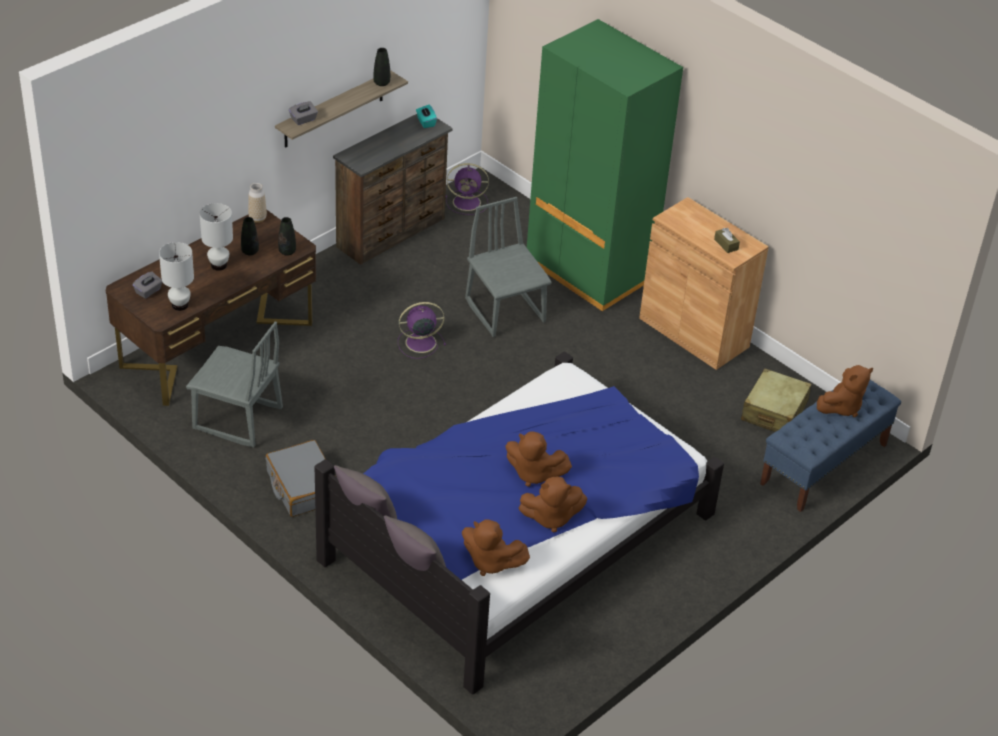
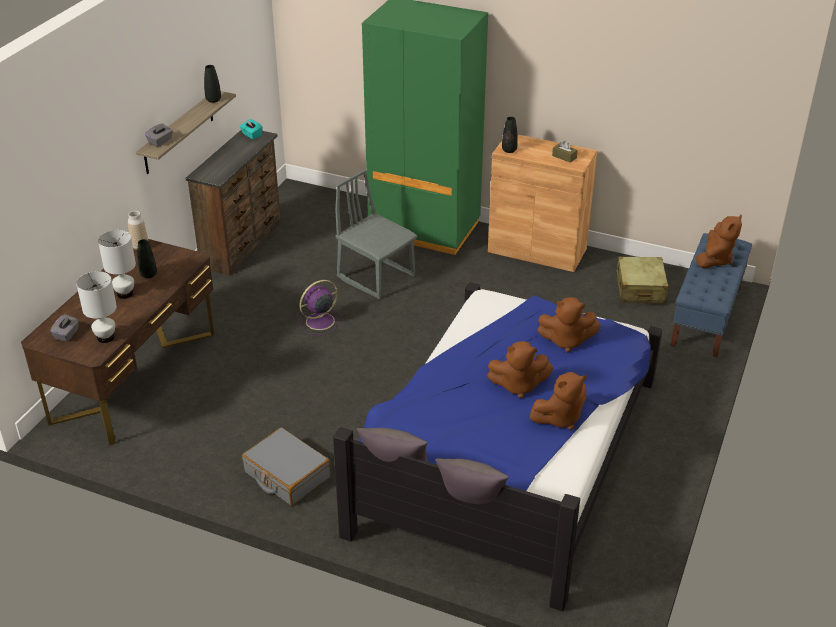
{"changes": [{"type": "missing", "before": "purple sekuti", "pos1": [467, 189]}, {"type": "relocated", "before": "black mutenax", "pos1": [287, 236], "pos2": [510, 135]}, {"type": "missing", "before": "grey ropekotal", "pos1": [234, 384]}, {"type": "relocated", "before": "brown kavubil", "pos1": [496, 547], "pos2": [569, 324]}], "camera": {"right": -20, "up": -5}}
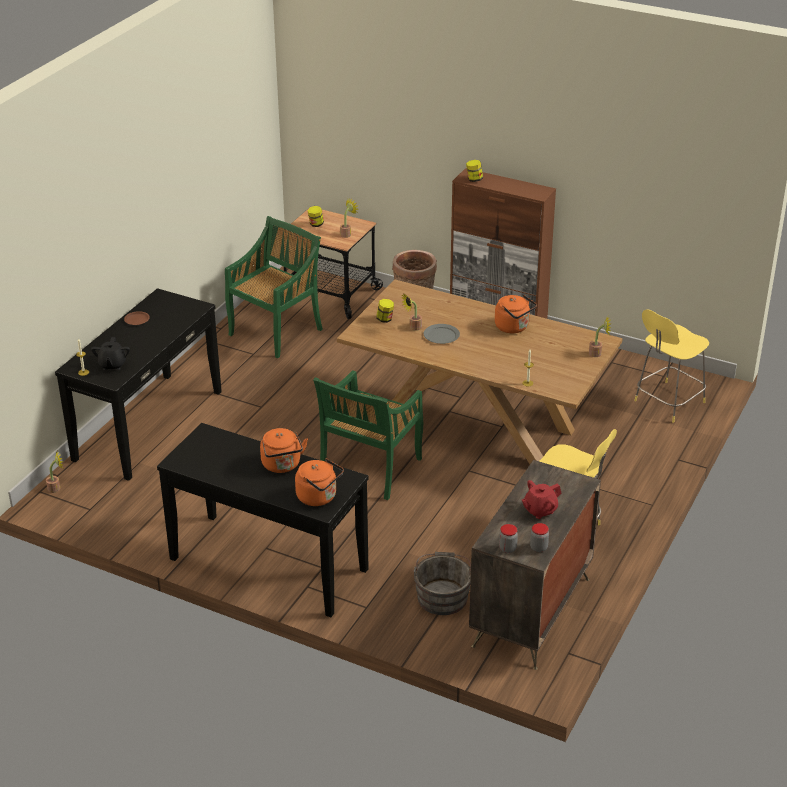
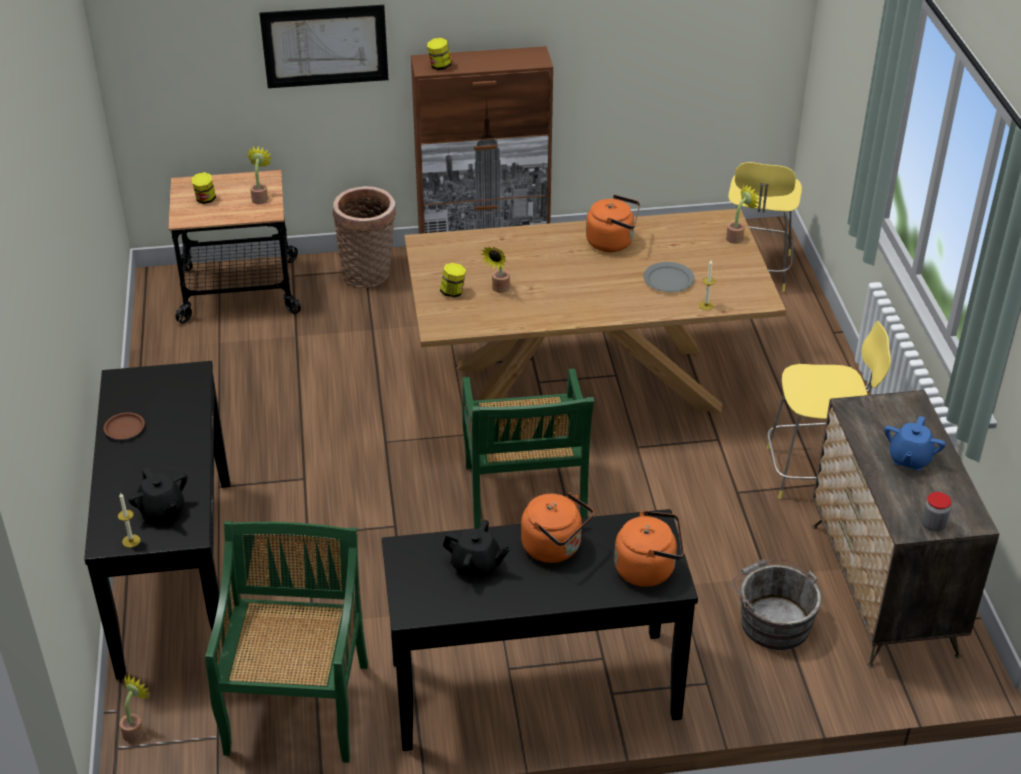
{"changes": [{"type": "relocated", "before": "green ropekotal", "pos1": [274, 287], "pos2": [286, 642]}, {"type": "relocated", "before": "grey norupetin", "pos1": [442, 334], "pos2": [669, 277]}, {"type": "colour", "before": "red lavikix", "after": "blue lavikix", "pos1": [541, 499], "pos2": [915, 443]}, {"type": "missing", "before": "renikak", "pos1": [539, 537]}, {"type": "appeared", "after": "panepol", "pos2": [323, 46]}, {"type": "appeared", "after": "black lavikix", "pos2": [476, 549]}], "camera": {"right": -35, "up": 5}}
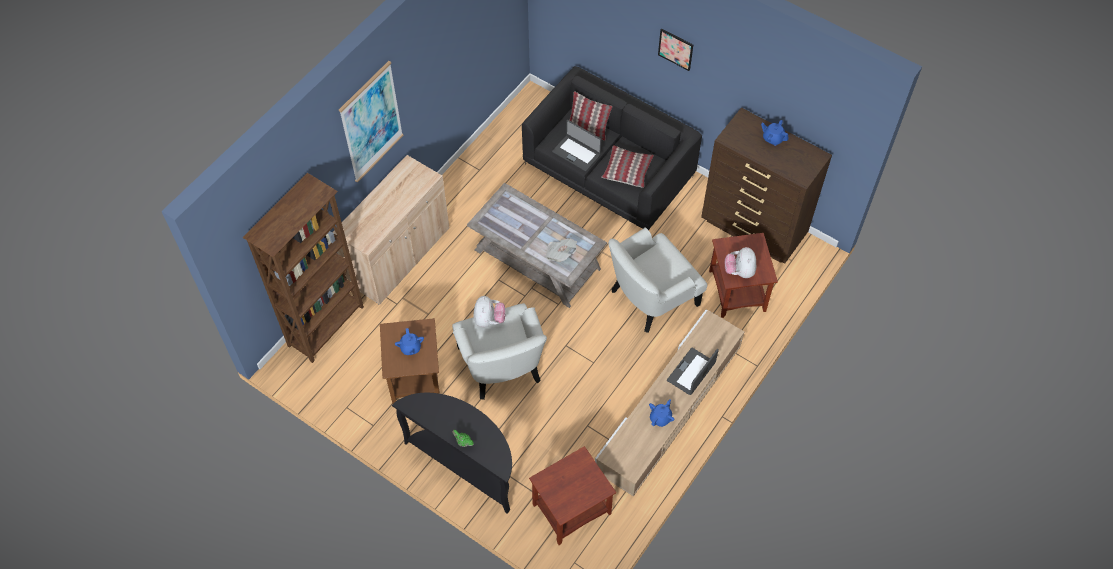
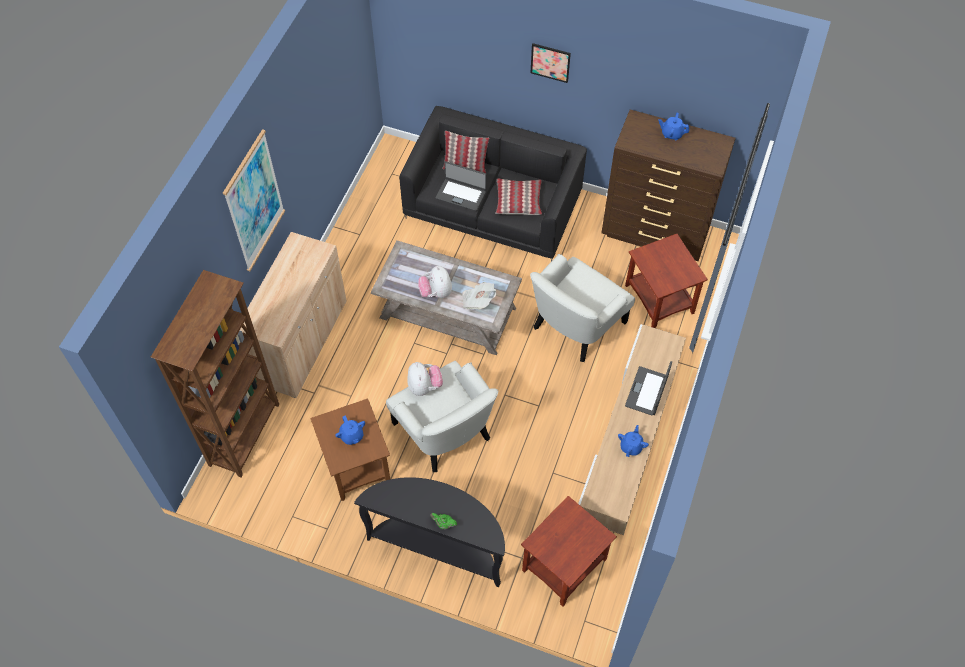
{"changes": [{"type": "relocated", "before": "kavubil", "pos1": [740, 262], "pos2": [435, 282]}], "camera": {"right": -15, "up": 0}}
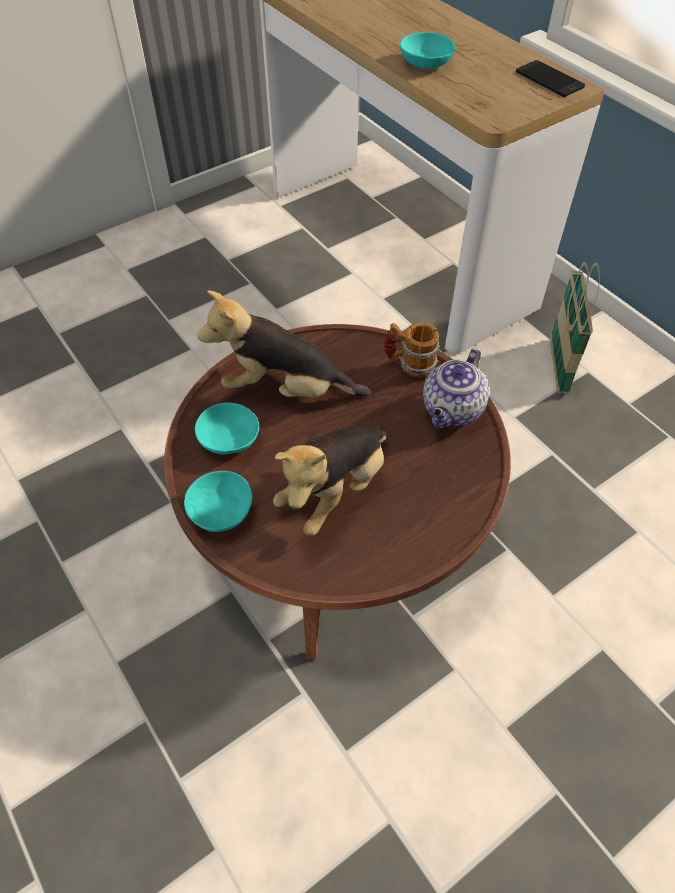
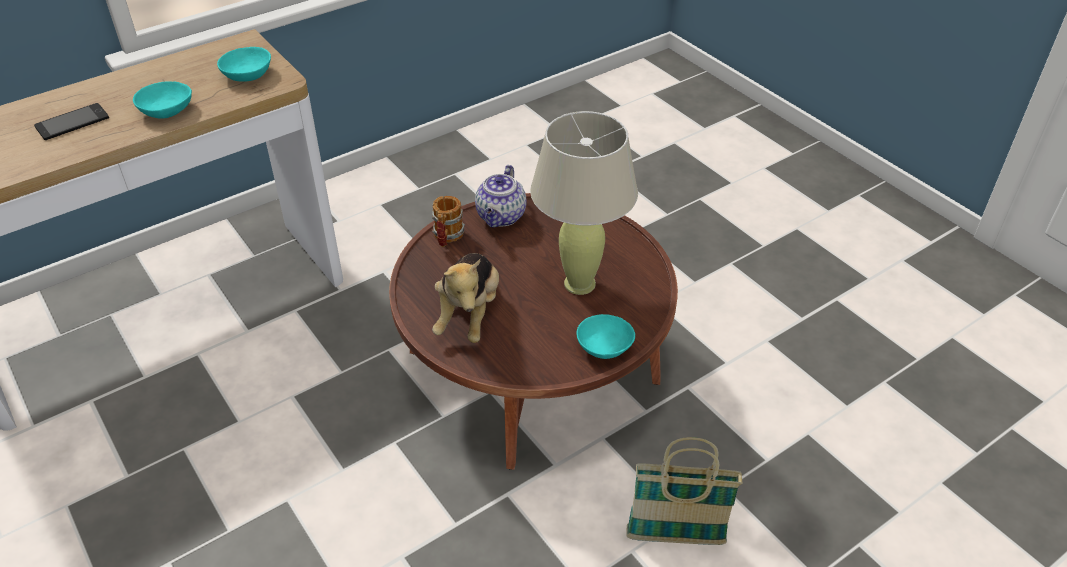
{"changes": [{"type": "relocated", "before": "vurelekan", "pos1": [550, 78], "pos2": [71, 121]}, {"type": "relocated", "before": "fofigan", "pos1": [575, 328], "pos2": [684, 491]}, {"type": "spun", "before": "lavikix", "pos1": [456, 388], "pos2": [500, 196], "turn": 75}, {"type": "relocated", "before": "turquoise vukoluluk", "pos1": [227, 429], "pos2": [244, 64]}, {"type": "exchanged", "before": "kavubil", "after": "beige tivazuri", "pos1": [330, 481], "pos2": [584, 203]}], "camera": {"right": -90, "up": -10}}
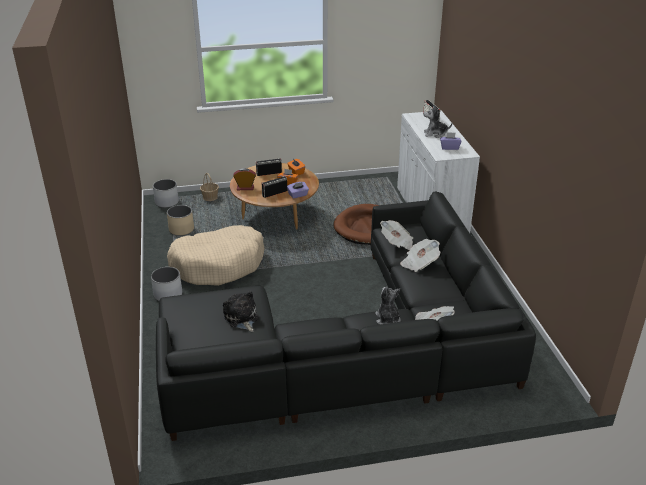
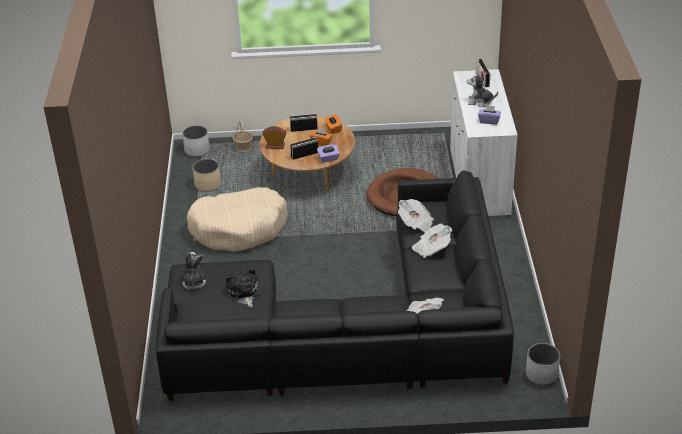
{"changes": [{"type": "relocated", "before": "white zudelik", "pos1": [166, 284], "pos2": [543, 364]}, {"type": "relocated", "before": "kavubil", "pos1": [388, 306], "pos2": [194, 270]}], "camera": {"right": 10, "up": 5}}
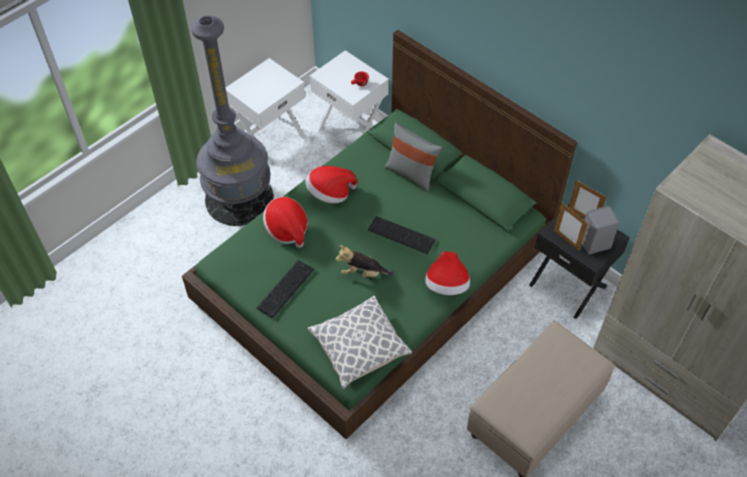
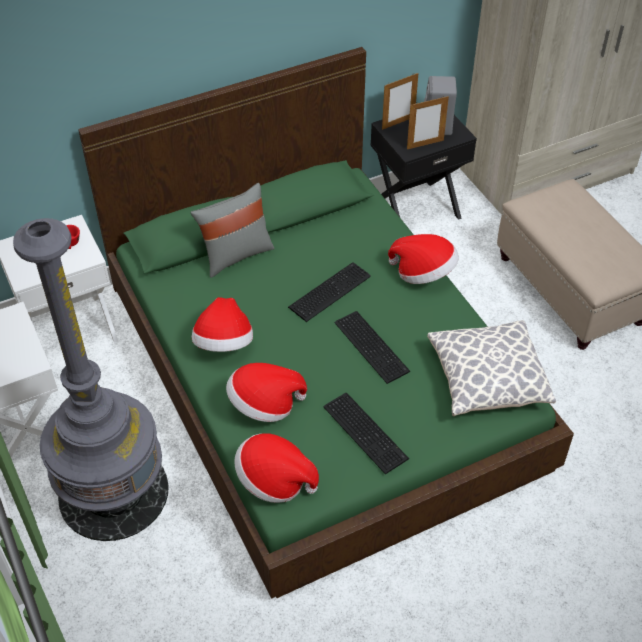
{"changes": [{"type": "exchanged", "before": "kavubil", "after": "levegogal", "pos1": [364, 261], "pos2": [372, 347]}, {"type": "appeared", "after": "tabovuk", "pos2": [276, 468]}], "camera": {"right": -70, "up": -5}}
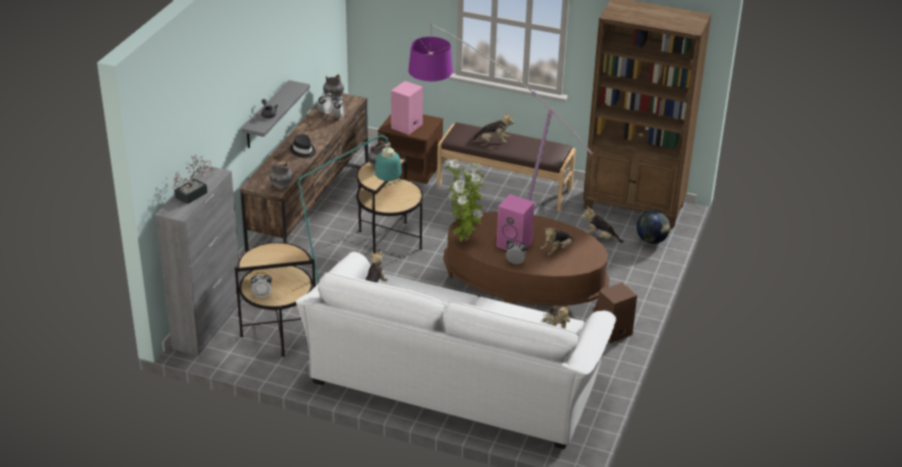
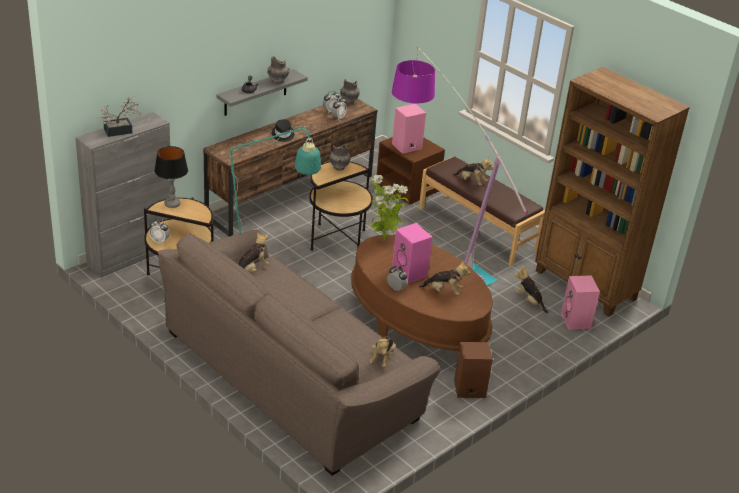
{"changes": [{"type": "relocated", "before": "grey mutenax", "pos1": [281, 176], "pos2": [278, 70]}, {"type": "missing", "before": "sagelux", "pos1": [466, 207]}, {"type": "exchanged", "before": "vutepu", "after": "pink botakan", "pos1": [653, 227], "pos2": [580, 302]}, {"type": "spun", "before": "kavubil", "pos1": [557, 242], "pos2": [444, 277], "turn": -150}, {"type": "colour", "before": "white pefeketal", "after": "brown pefeketal", "pos1": [456, 350], "pos2": [299, 353]}, {"type": "appeared", "after": "tivazuri", "pos2": [171, 177]}], "camera": {"right": 25, "up": 0}}
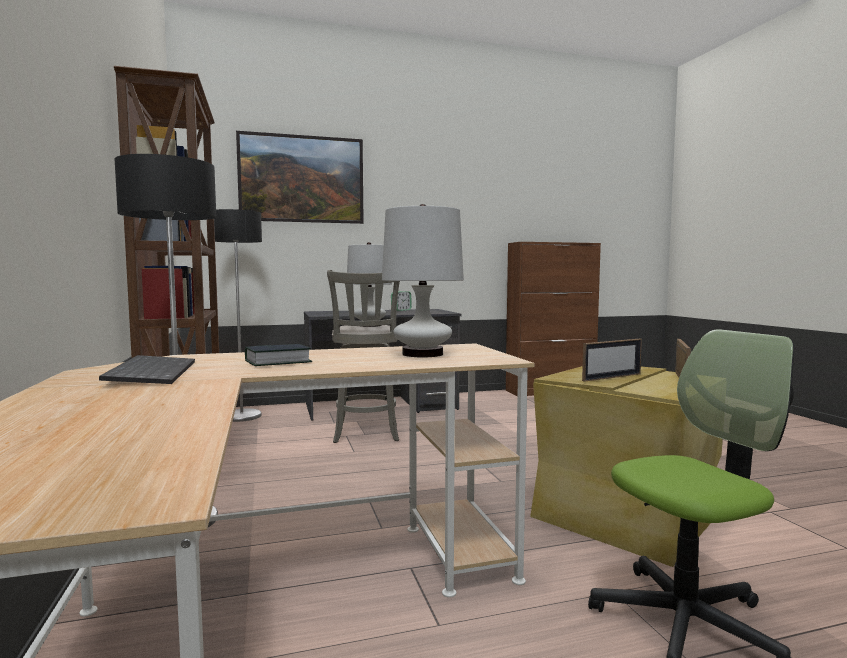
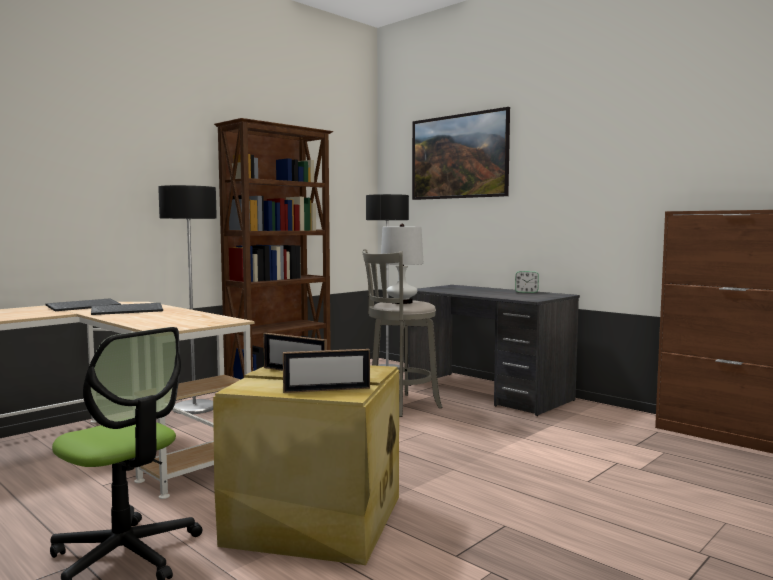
{"changes": [{"type": "missing", "before": "white tivazuri", "pos1": [423, 280]}, {"type": "exchanged", "before": "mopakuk", "after": "levegogal", "pos1": [278, 355], "pos2": [127, 309]}], "camera": {"right": 60, "up": 0}}
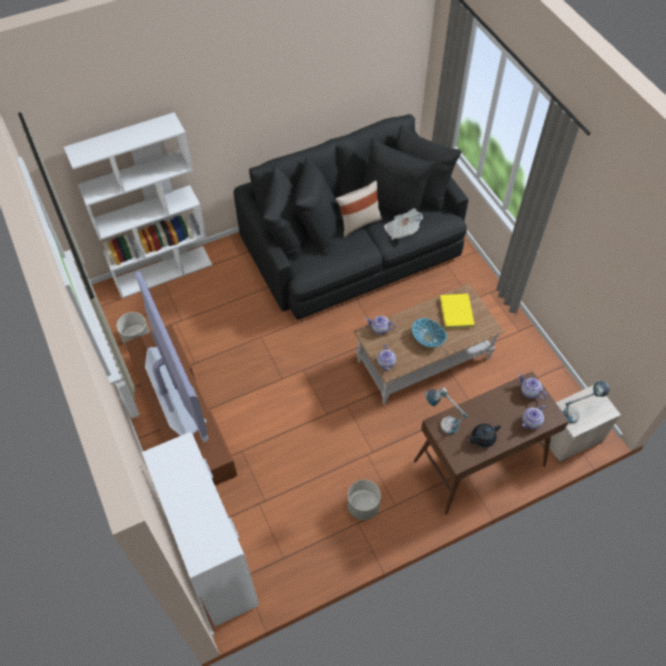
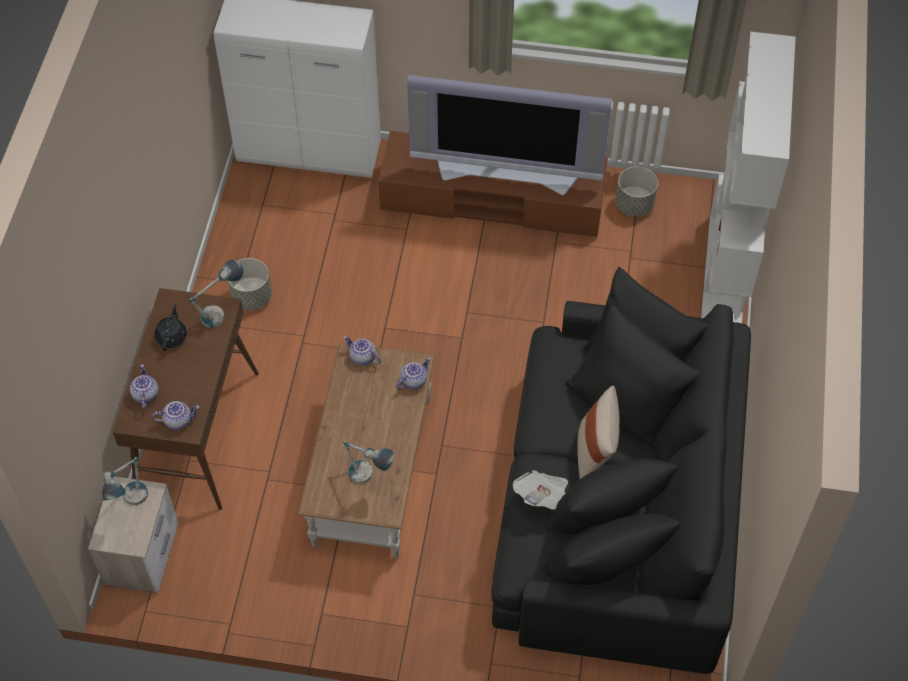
{"changes": [{"type": "exchanged", "before": "yellow mopakuk", "after": "tivazuri", "pos1": [457, 311], "pos2": [368, 462]}, {"type": "missing", "before": "vukoluluk", "pos1": [429, 332]}], "camera": {"right": 125, "up": 0}}
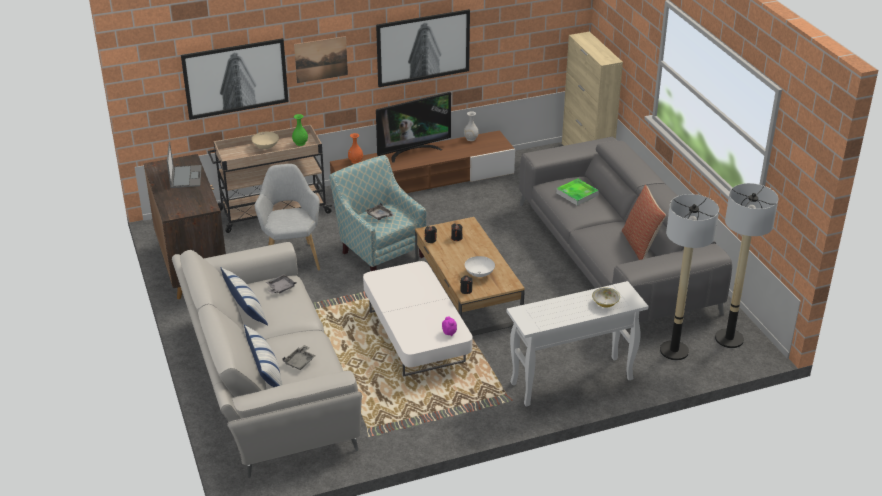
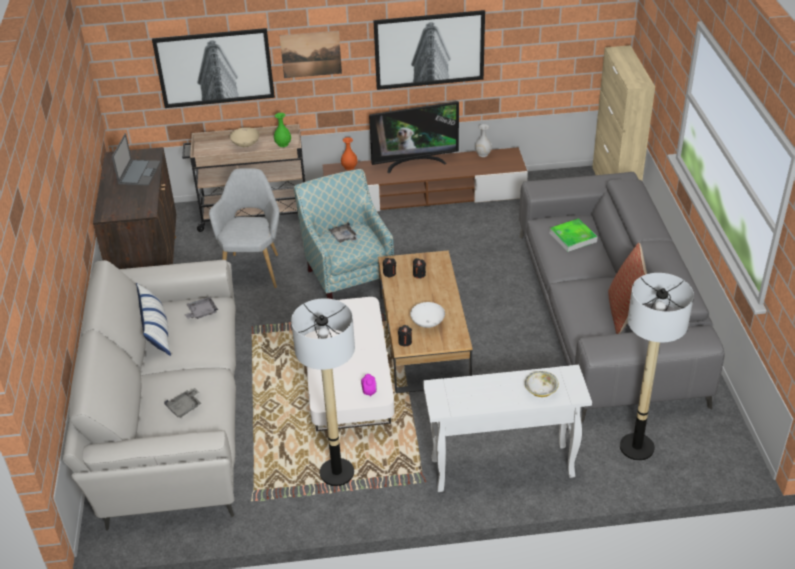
{"changes": [{"type": "relocated", "before": "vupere", "pos1": [746, 265], "pos2": [323, 392]}, {"type": "missing", "before": "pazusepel", "pos1": [263, 356]}], "camera": {"right": 15, "up": 5}}
